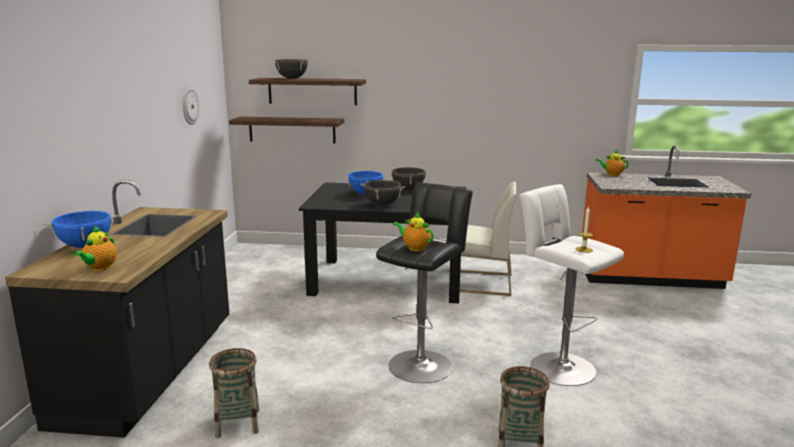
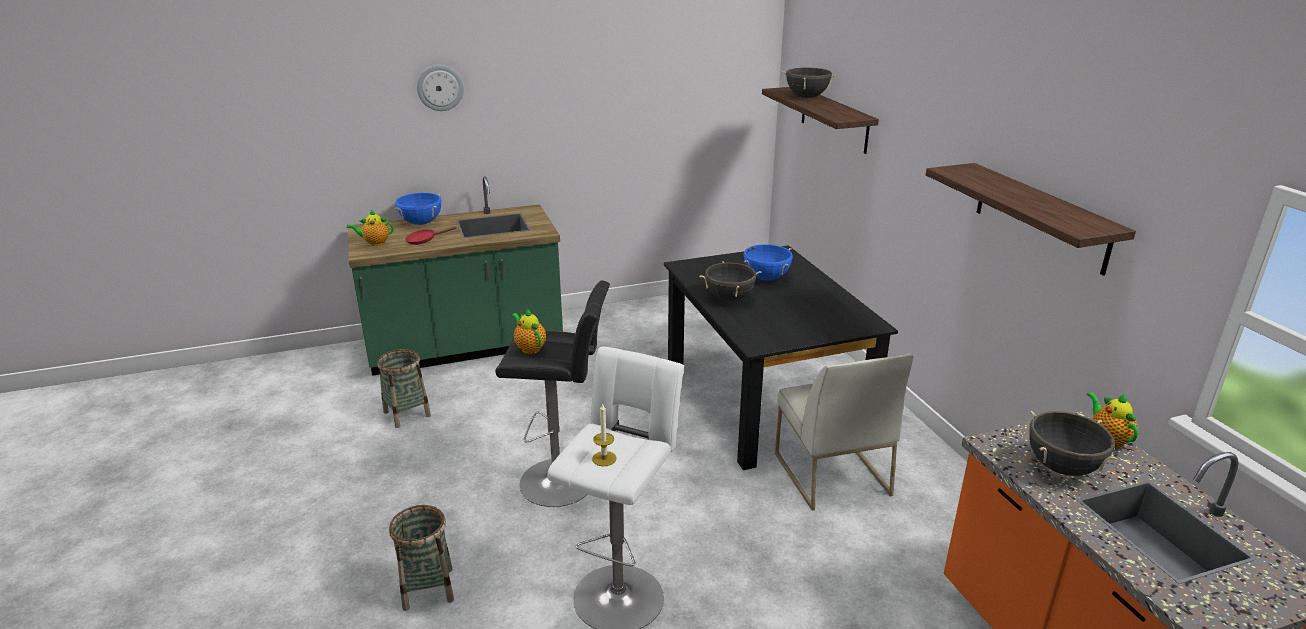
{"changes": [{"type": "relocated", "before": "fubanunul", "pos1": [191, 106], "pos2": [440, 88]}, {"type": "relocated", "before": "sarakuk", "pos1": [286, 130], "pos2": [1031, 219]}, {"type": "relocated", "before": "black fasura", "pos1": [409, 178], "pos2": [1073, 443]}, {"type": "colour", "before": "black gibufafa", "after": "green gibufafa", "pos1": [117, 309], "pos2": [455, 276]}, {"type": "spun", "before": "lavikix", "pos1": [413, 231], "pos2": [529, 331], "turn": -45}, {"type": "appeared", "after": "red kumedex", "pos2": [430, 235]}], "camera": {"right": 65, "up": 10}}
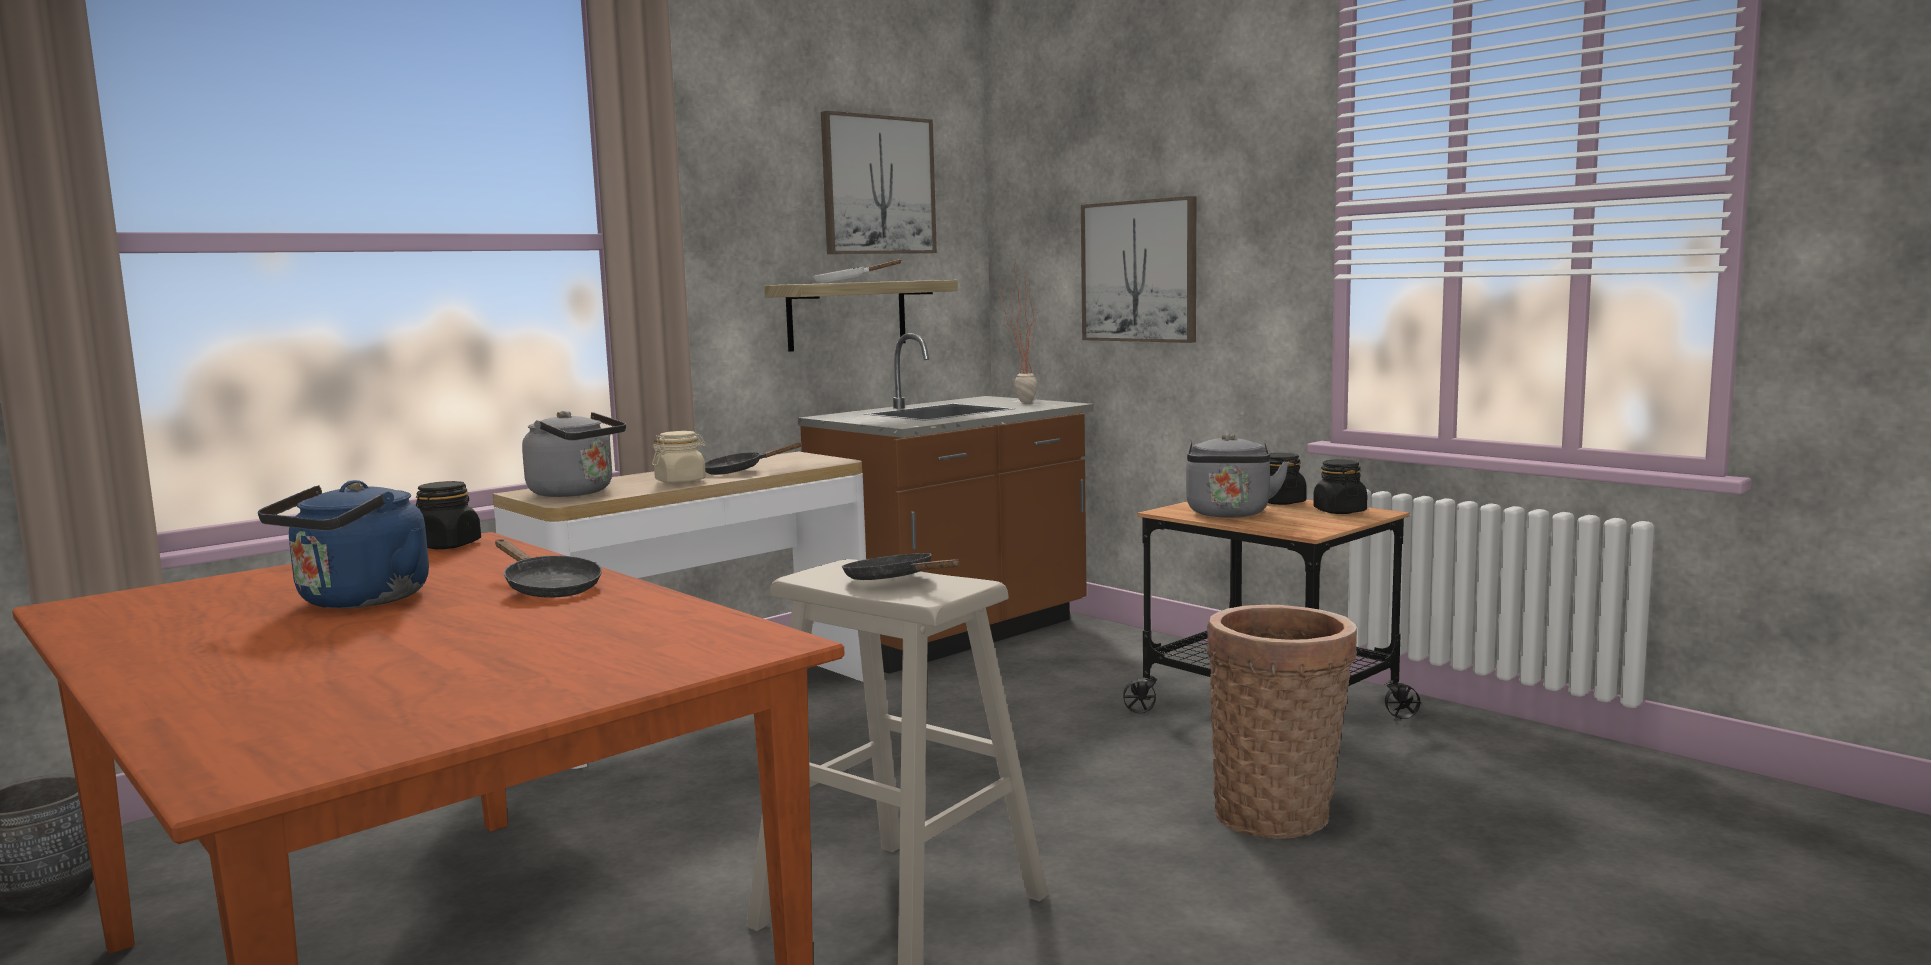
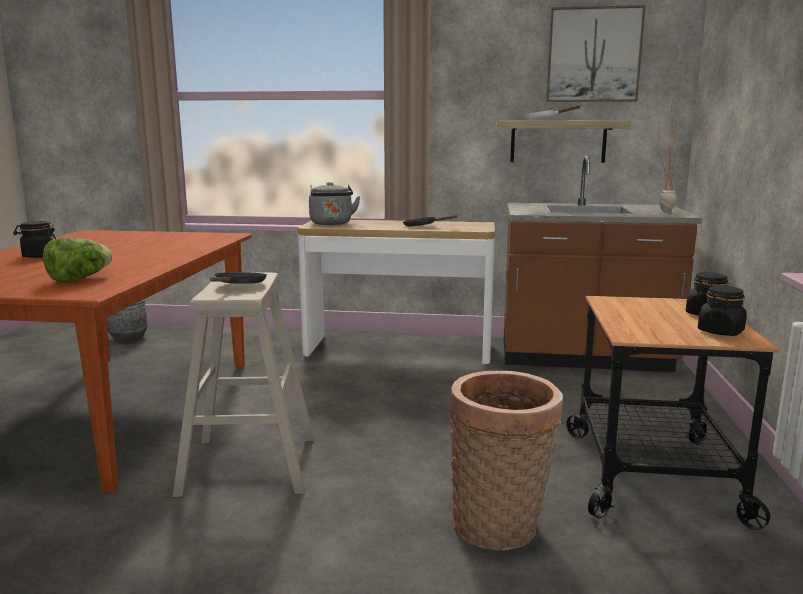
{"changes": [{"type": "missing", "before": "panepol", "pos1": [1138, 269]}, {"type": "missing", "before": "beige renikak", "pos1": [679, 457]}, {"type": "missing", "before": "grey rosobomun", "pos1": [1237, 475]}, {"type": "missing", "before": "blue rosobomun", "pos1": [343, 544]}, {"type": "relocated", "before": "black renikak", "pos1": [448, 515], "pos2": [34, 239]}, {"type": "missing", "before": "black kumedex", "pos1": [548, 568]}, {"type": "appeared", "after": "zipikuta", "pos2": [78, 260]}], "camera": {"right": 50, "up": 5}}
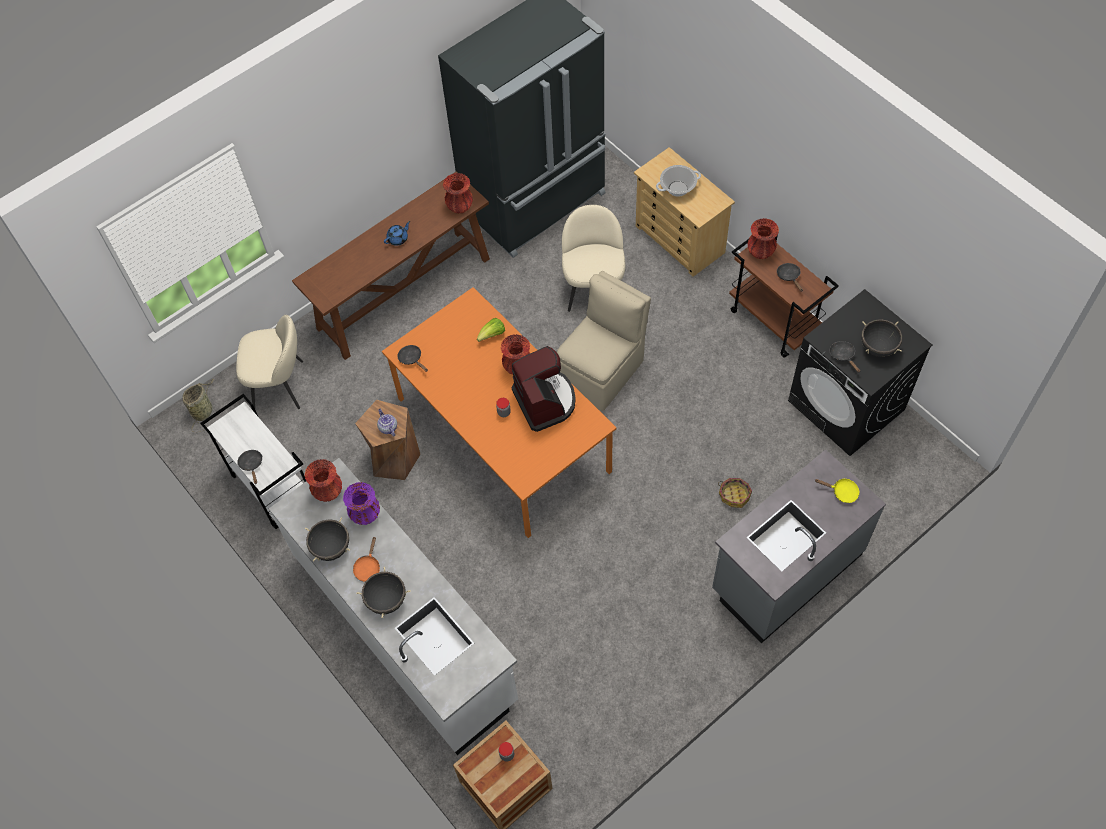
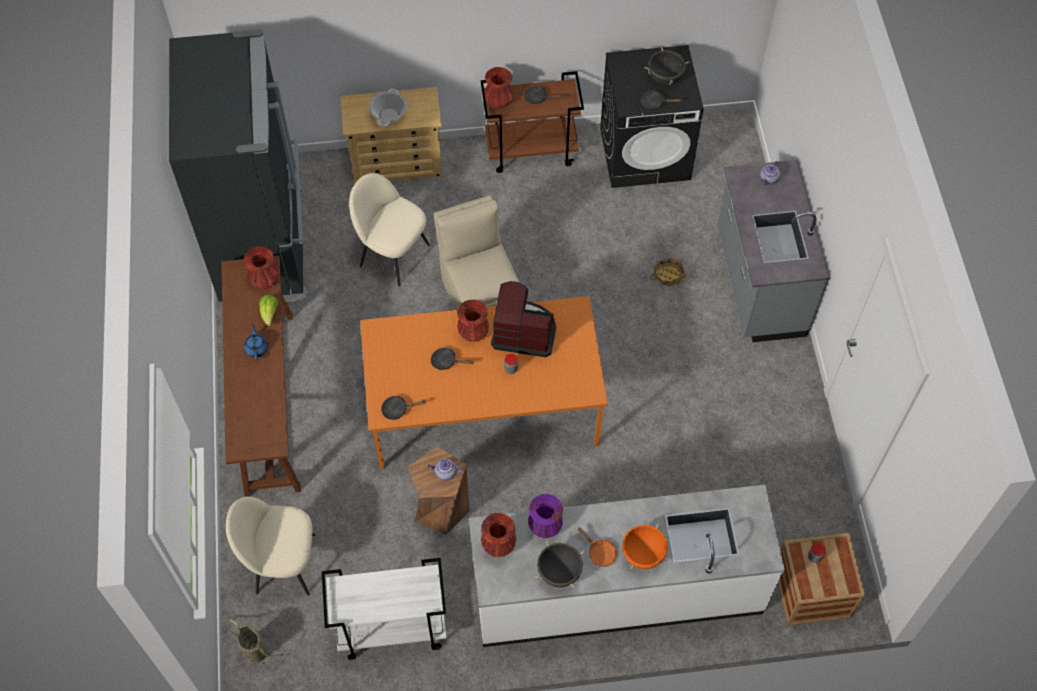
{"changes": [{"type": "spun", "before": "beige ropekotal", "pos1": [269, 362], "pos2": [270, 545], "turn": -120}, {"type": "relocated", "before": "zipikuta", "pos1": [491, 330], "pos2": [268, 310]}, {"type": "relocated", "before": "black kumedex", "pos1": [249, 467], "pos2": [452, 358]}, {"type": "exchanged", "before": "yellow kumedex", "after": "lavikix", "pos1": [837, 491], "pos2": [770, 173]}, {"type": "colour", "before": "black fasura", "after": "orange fasura", "pos1": [383, 592], "pos2": [645, 546]}], "camera": {"right": -60, "up": 0}}
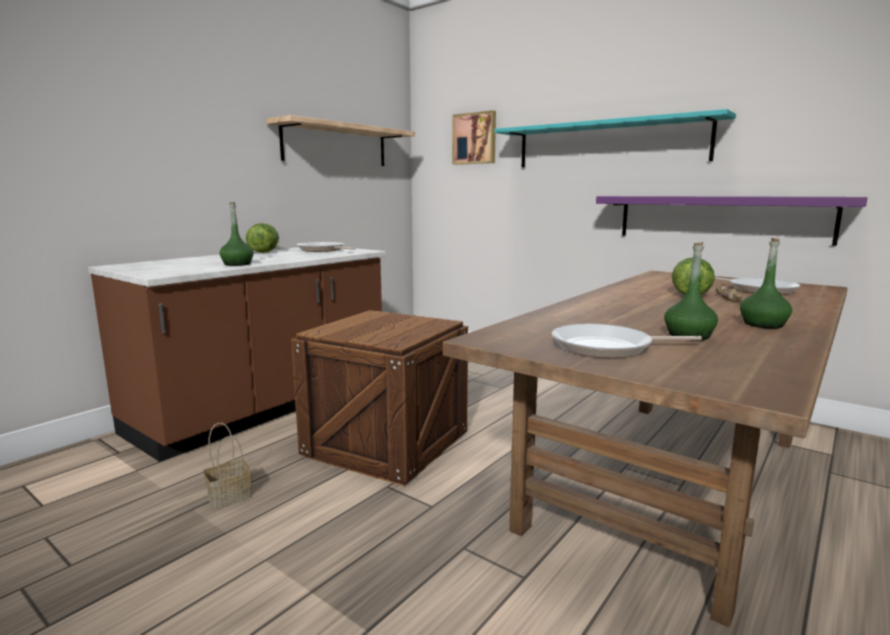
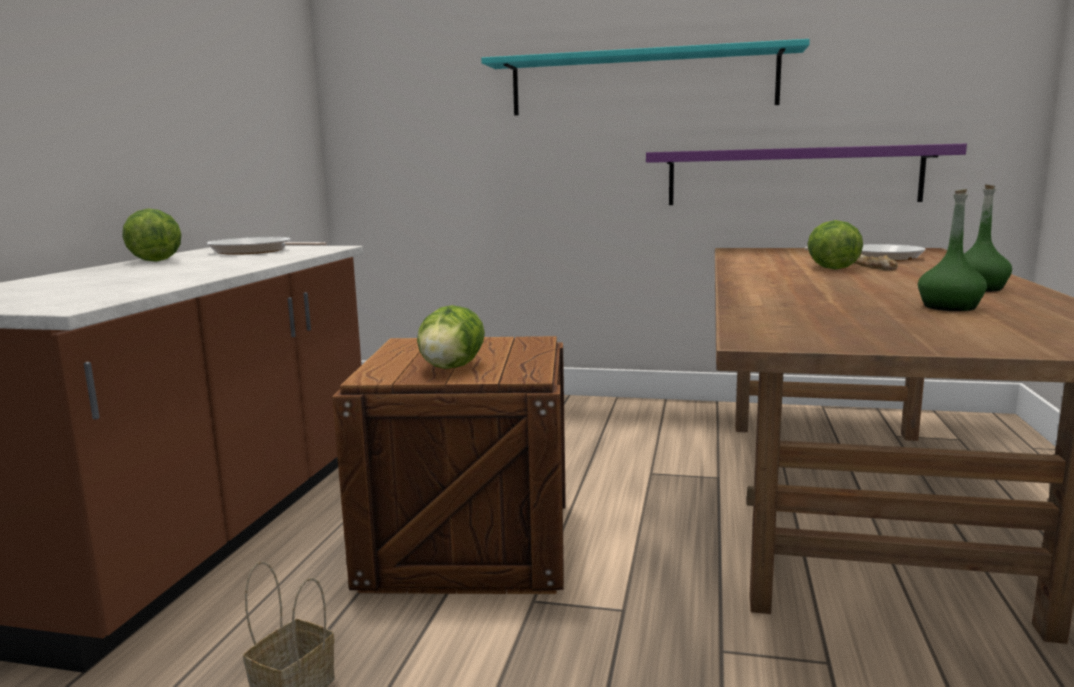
{"changes": [{"type": "missing", "before": "panepol", "pos1": [474, 137]}, {"type": "missing", "before": "sarakuk", "pos1": [340, 140]}, {"type": "missing", "before": "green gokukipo", "pos1": [237, 234]}, {"type": "missing", "before": "kumedex", "pos1": [627, 341]}, {"type": "appeared", "after": "zipikuta", "pos2": [451, 337]}], "camera": {"right": -25, "up": 0}}
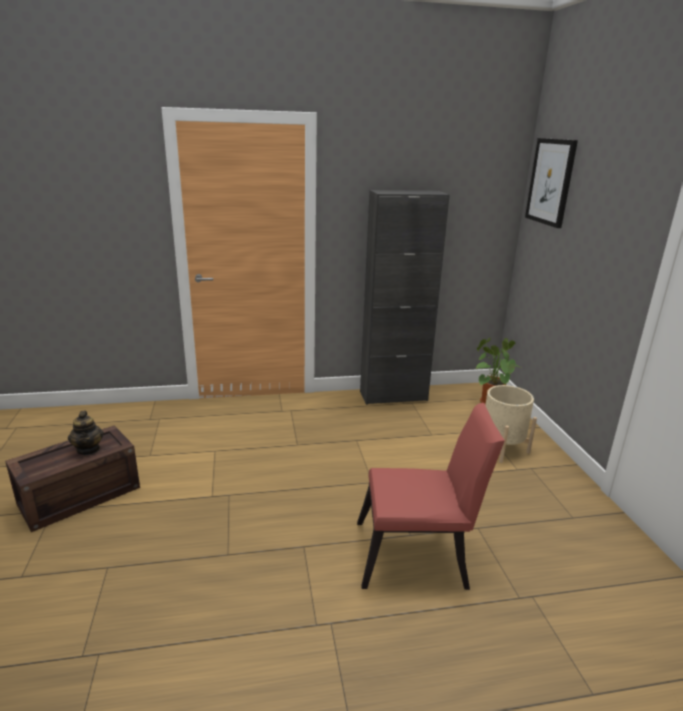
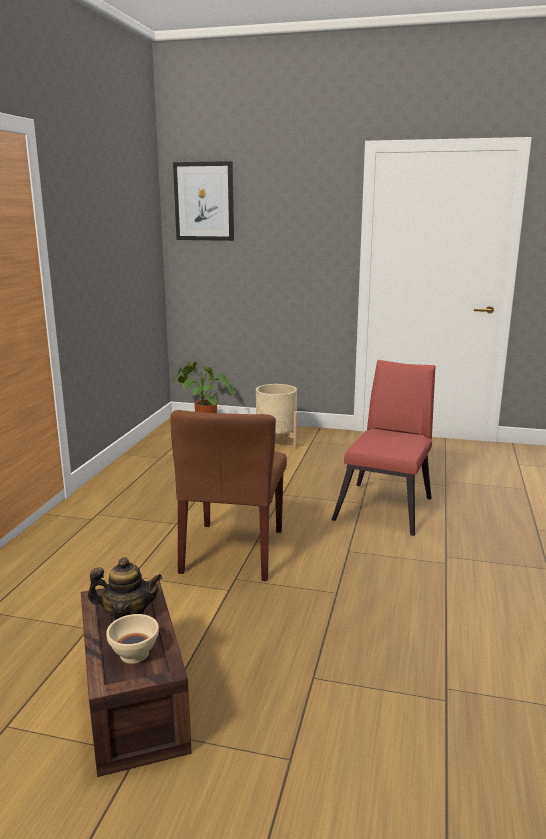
{"changes": [{"type": "missing", "before": "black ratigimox", "pos1": [405, 297]}, {"type": "appeared", "after": "brown ropekotal", "pos2": [228, 495]}, {"type": "appeared", "after": "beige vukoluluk", "pos2": [132, 639]}], "camera": {"right": -65, "up": -5}}
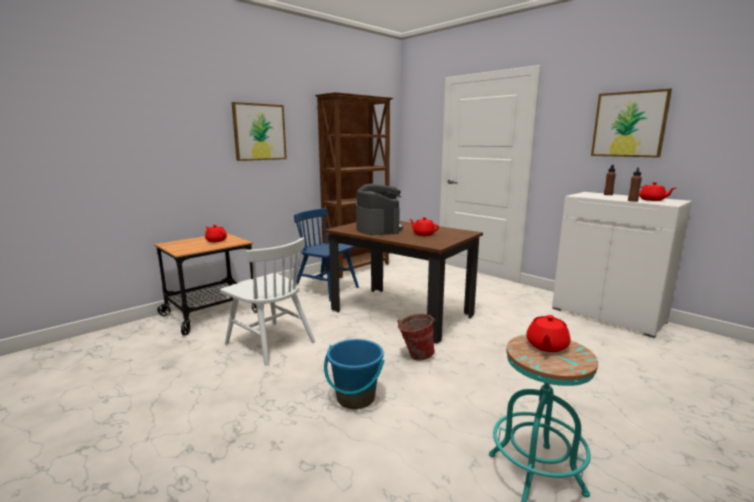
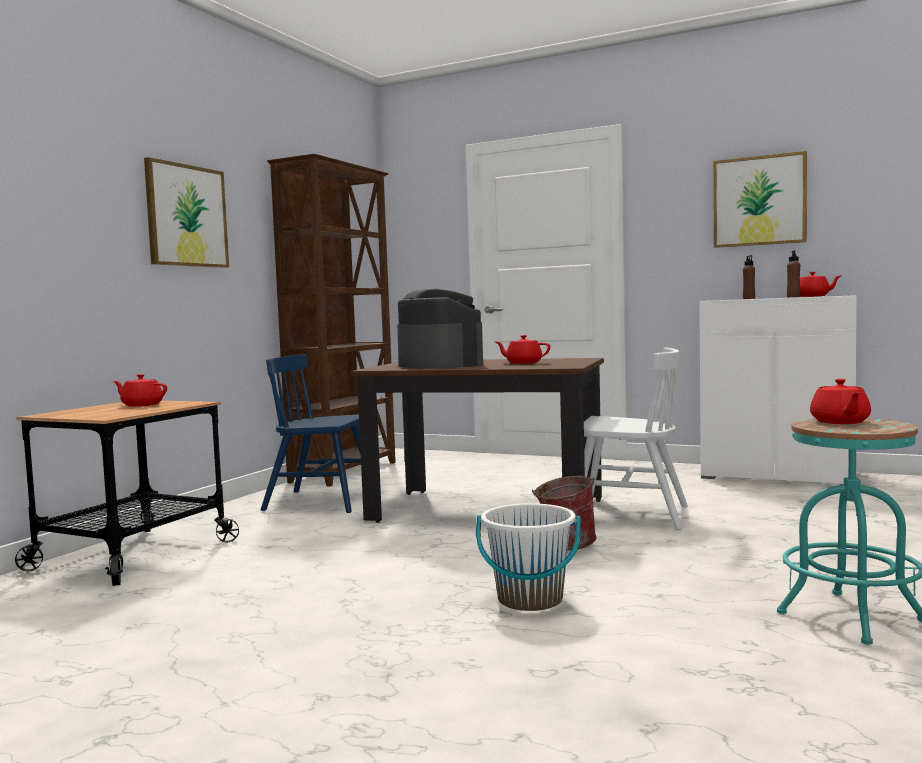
{"changes": [{"type": "relocated", "before": "white ropekotal", "pos1": [267, 301], "pos2": [636, 438]}, {"type": "colour", "before": "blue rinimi", "after": "white rinimi", "pos1": [354, 374], "pos2": [528, 557]}], "camera": {"right": -20, "up": -10}}
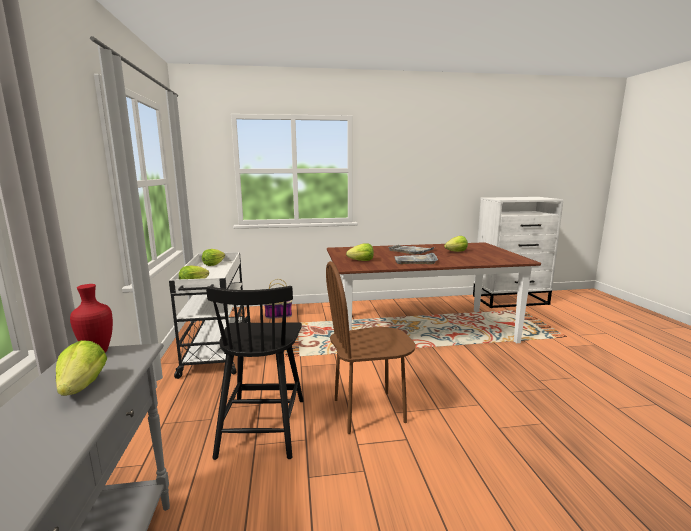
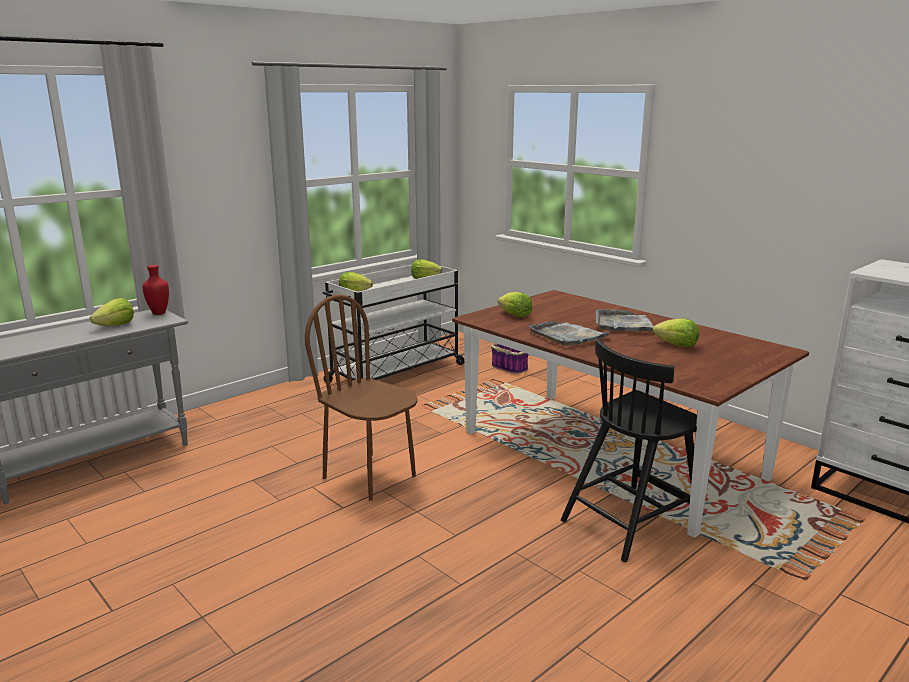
{"changes": [{"type": "relocated", "before": "black ropekotal", "pos1": [255, 373], "pos2": [631, 450]}], "camera": {"right": 55, "up": 5}}
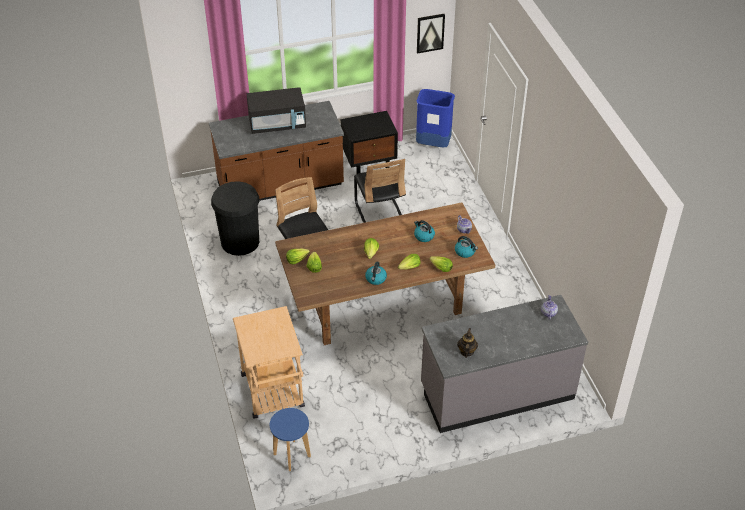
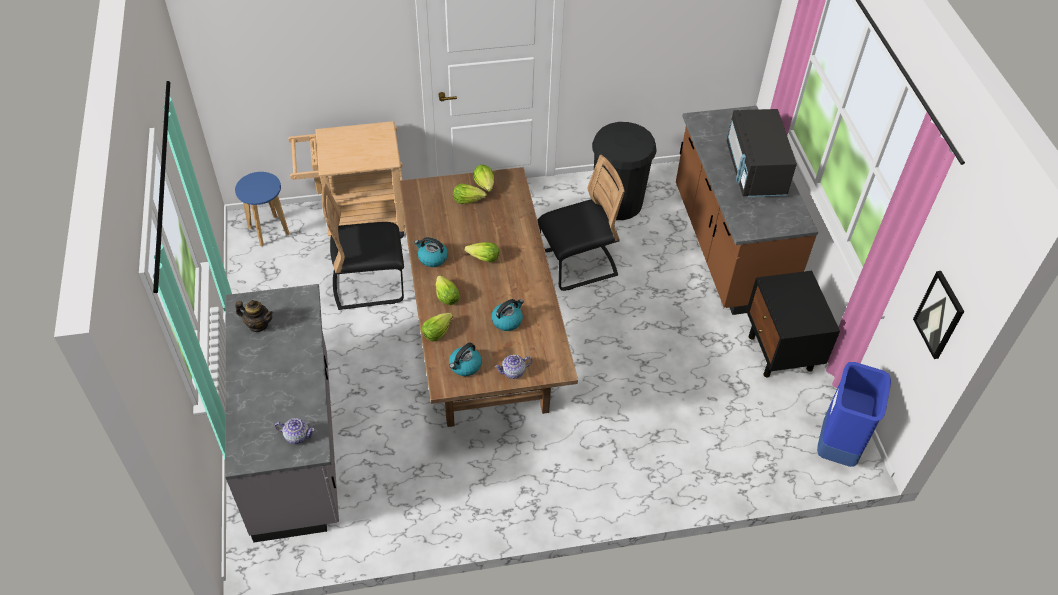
{"changes": [{"type": "relocated", "before": "black ropekotal", "pos1": [380, 191], "pos2": [363, 246]}], "camera": {"right": 95, "up": 5}}
